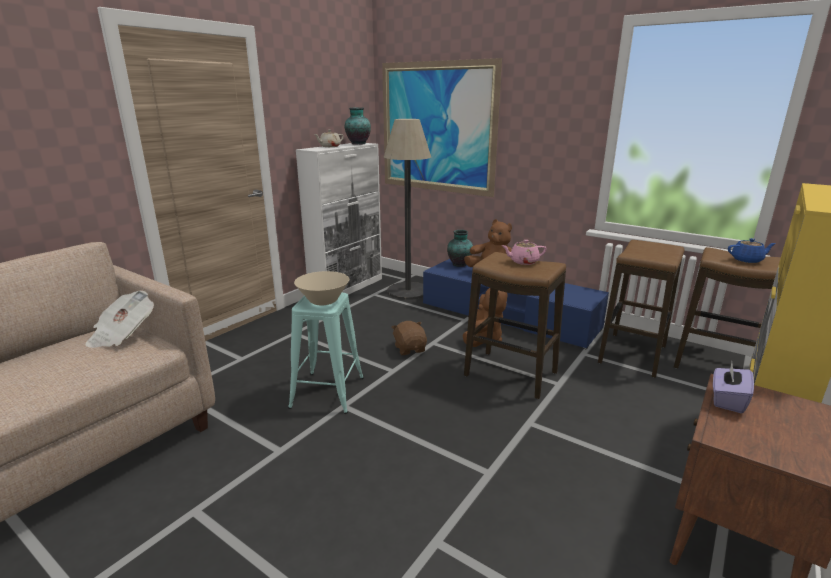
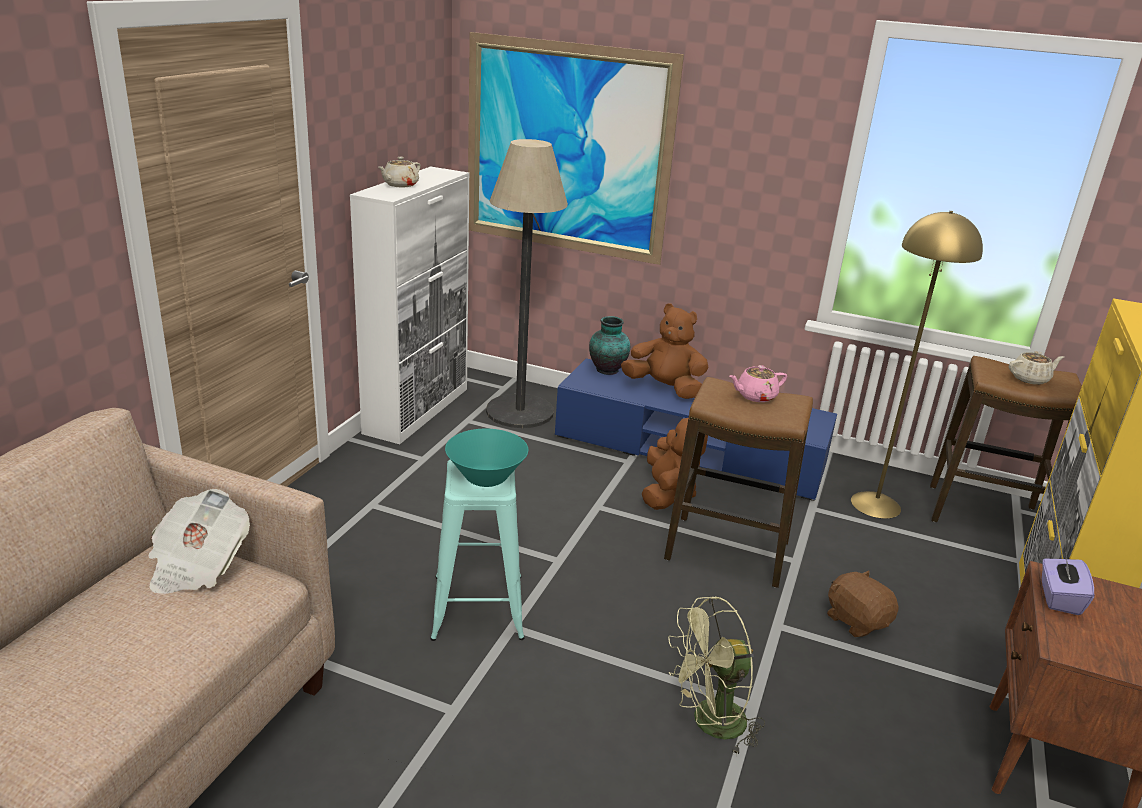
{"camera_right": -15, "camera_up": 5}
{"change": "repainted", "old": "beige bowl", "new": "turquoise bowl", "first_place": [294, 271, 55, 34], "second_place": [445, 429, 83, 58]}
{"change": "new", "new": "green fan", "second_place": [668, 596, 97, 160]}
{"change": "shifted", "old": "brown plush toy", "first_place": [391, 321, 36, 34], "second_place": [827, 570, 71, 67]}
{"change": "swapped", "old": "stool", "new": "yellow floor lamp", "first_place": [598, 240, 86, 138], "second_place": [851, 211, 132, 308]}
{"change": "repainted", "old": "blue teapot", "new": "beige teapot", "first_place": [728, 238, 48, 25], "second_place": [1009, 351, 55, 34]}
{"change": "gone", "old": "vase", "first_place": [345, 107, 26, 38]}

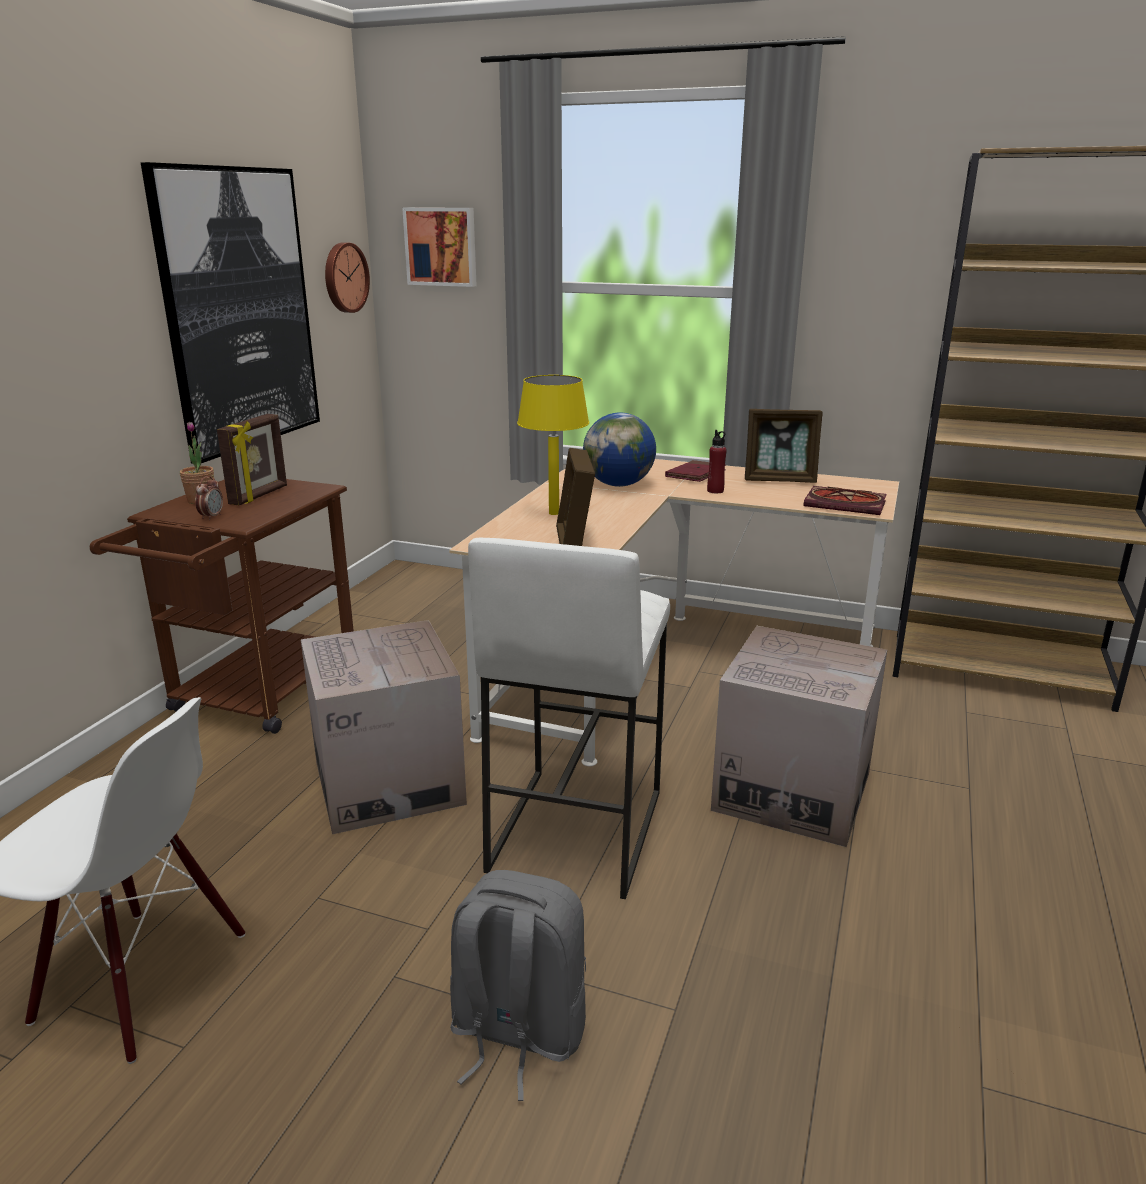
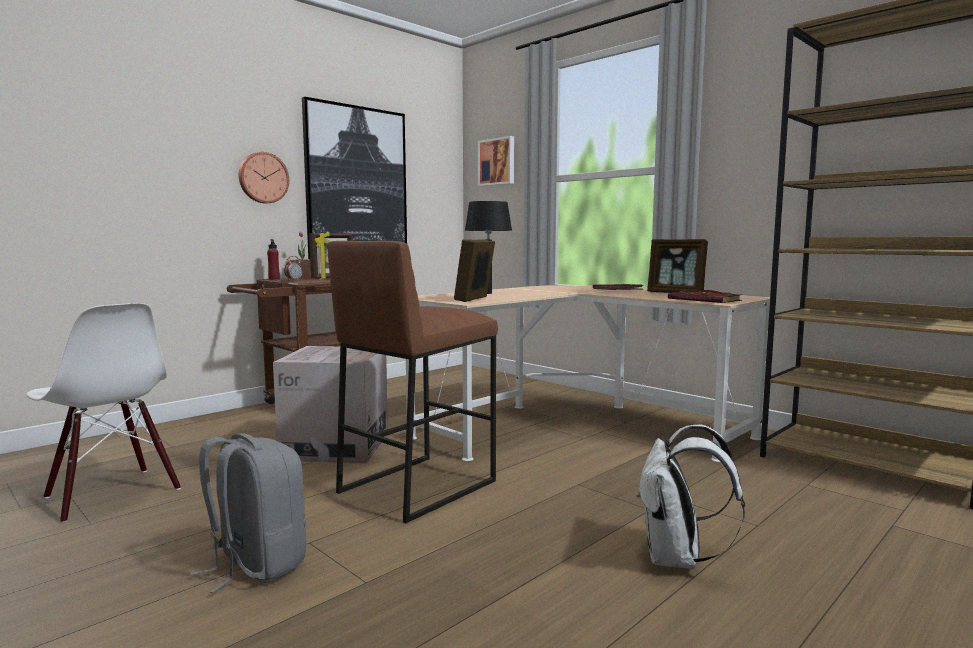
{"camera_right": 25, "camera_up": -15}
{"change": "shifted", "old": "wall clock", "first_place": [325, 242, 45, 71], "second_place": [239, 152, 50, 51]}
{"change": "shifted", "old": "red bottle", "first_place": [707, 430, 20, 63], "second_place": [267, 239, 13, 41]}
{"change": "repainted", "old": "white stool", "new": "brown stool", "first_place": [468, 538, 202, 361], "second_place": [327, 241, 171, 282]}
{"change": "repainted", "old": "yellow table lamp", "new": "black table lamp", "first_place": [517, 375, 72, 140], "second_place": [465, 201, 47, 93]}
{"change": "new", "new": "white backpack", "second_place": [637, 424, 108, 145]}
{"change": "gone", "old": "globe", "first_place": [583, 413, 73, 74]}
{"change": "gone", "old": "cardboard box", "first_place": [711, 626, 176, 221]}

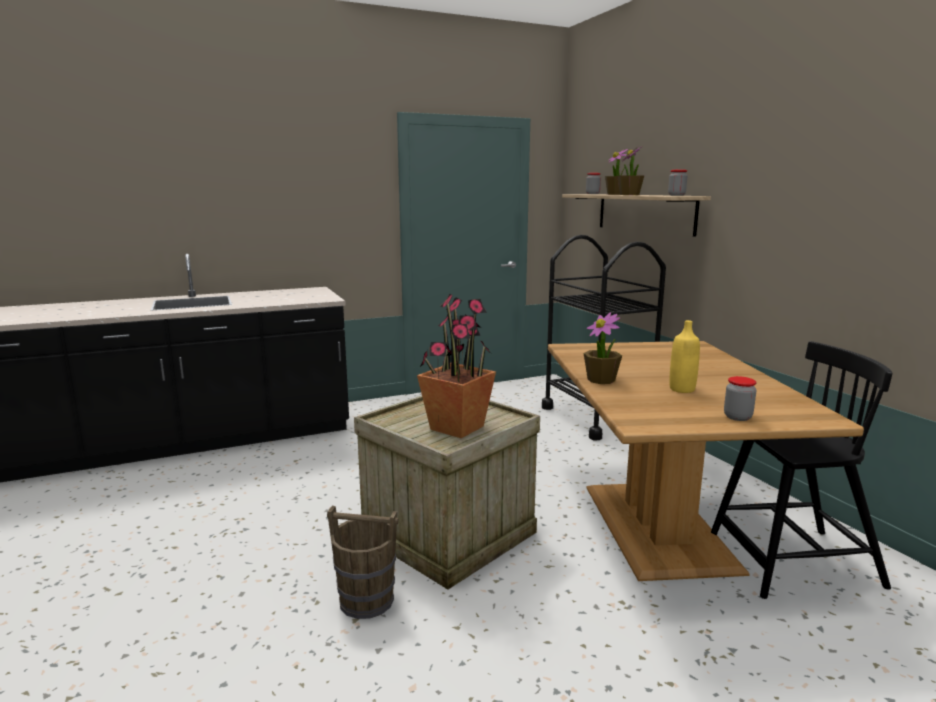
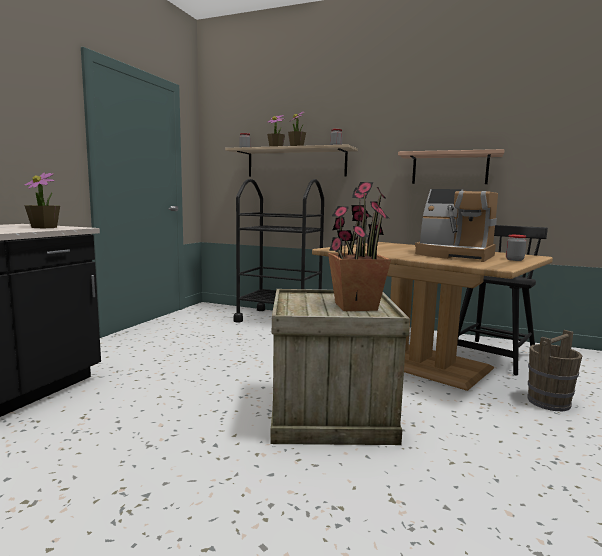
{"camera_right": -45, "camera_up": -5}
{"change": "shifted", "old": "potted plant", "first_place": [584, 312, 38, 72], "second_place": [24, 172, 36, 56]}
{"change": "new", "new": "shelf", "second_place": [398, 149, 107, 35]}
{"change": "swapped", "old": "yellow bottle", "new": "coffee machine", "first_place": [669, 320, 31, 73], "second_place": [415, 189, 83, 73]}
{"change": "shifted", "old": "brown bucket", "first_place": [327, 506, 72, 113], "second_place": [527, 330, 55, 81]}

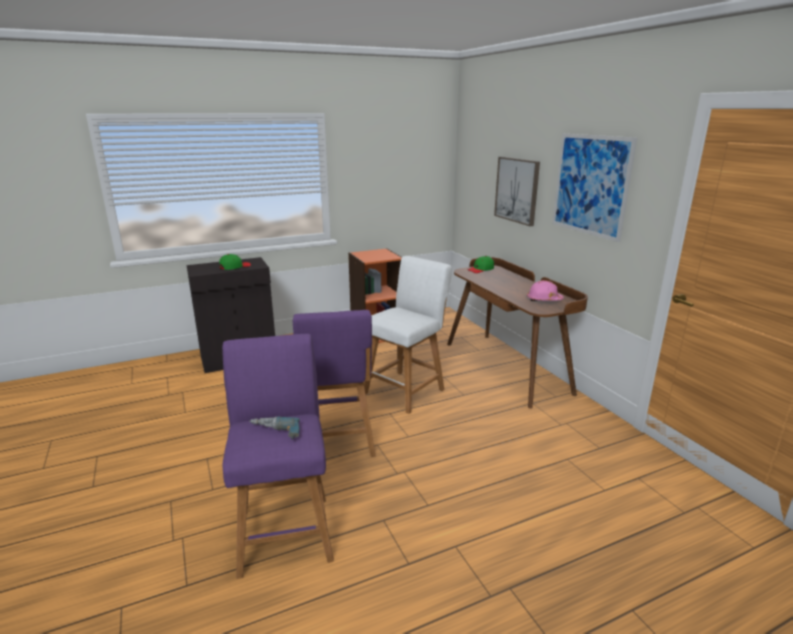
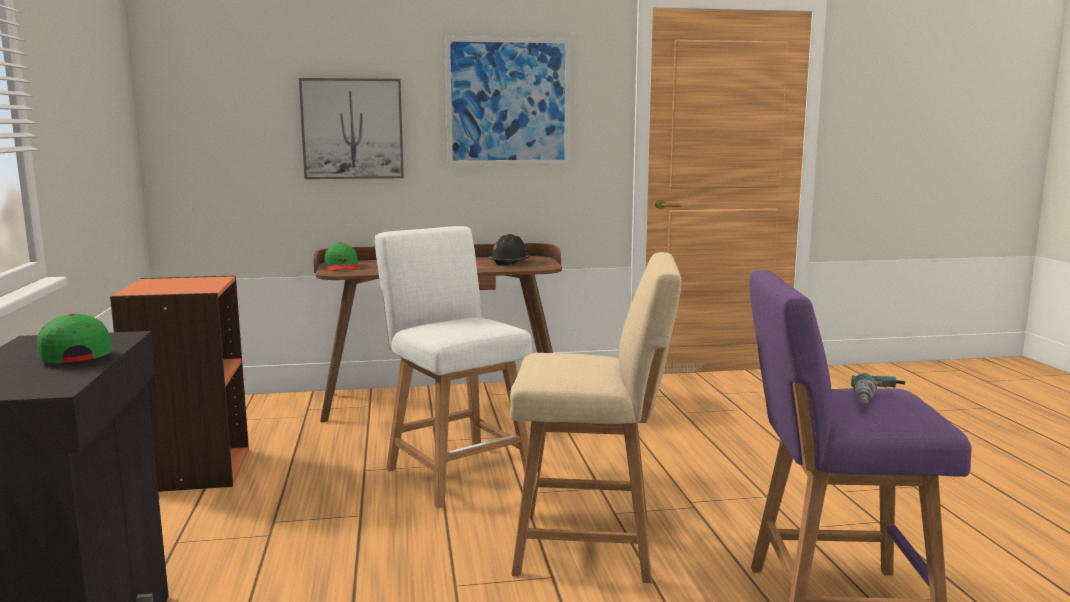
{"camera_right": -75, "camera_up": -10}
{"change": "repainted", "old": "pink hard hat", "new": "black hard hat", "first_place": [527, 280, 37, 21], "second_place": [490, 234, 40, 32]}
{"change": "repainted", "old": "purple stool", "new": "beige stool", "first_place": [293, 310, 83, 147], "second_place": [510, 252, 171, 331]}

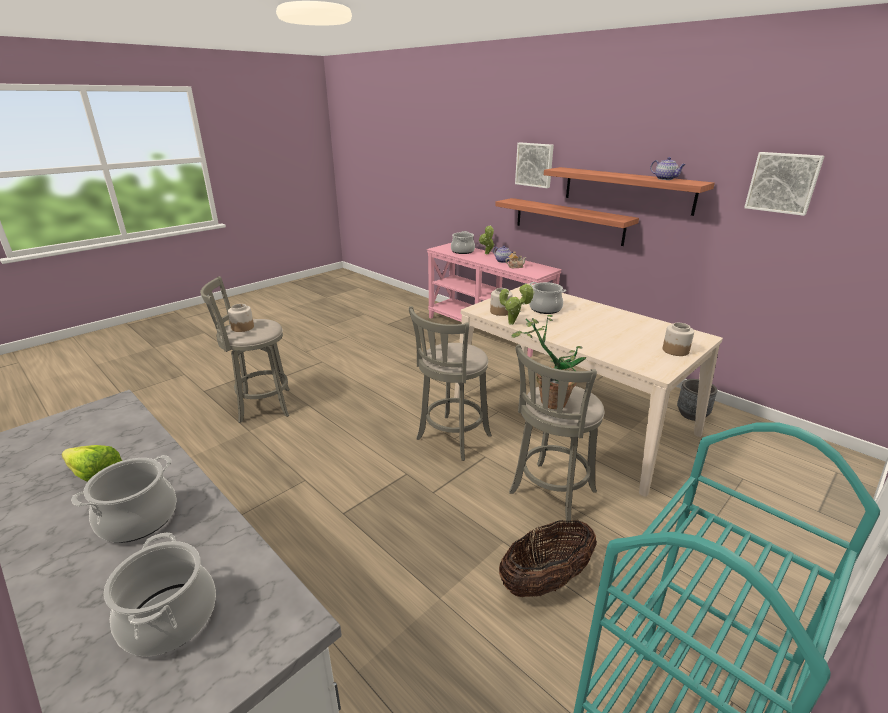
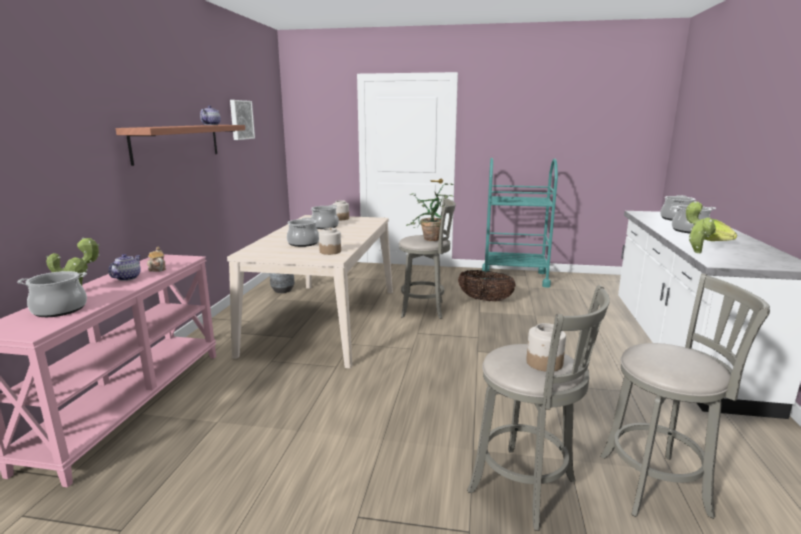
{"camera_right": -125, "camera_up": -10}
{"change": "new", "new": "cooking pot", "second_place": [311, 205, 28, 24]}
{"change": "shifted", "old": "grey stool", "first_place": [409, 306, 83, 155], "second_place": [600, 273, 170, 246]}
{"change": "shifted", "old": "potted plant", "first_place": [499, 283, 36, 42], "second_place": [686, 201, 30, 52]}
{"change": "gone", "old": "shelf", "first_place": [495, 198, 144, 48]}
{"change": "gone", "old": "picture", "first_place": [515, 142, 39, 46]}

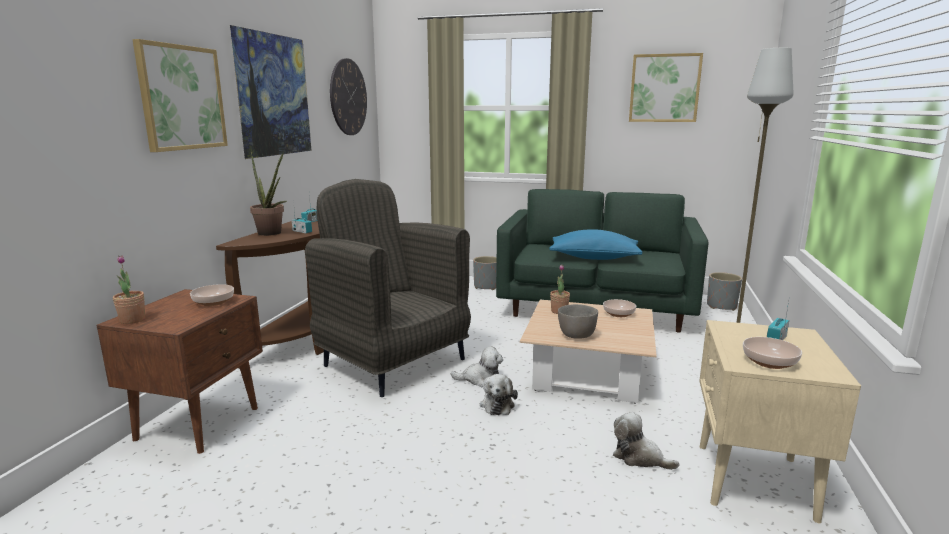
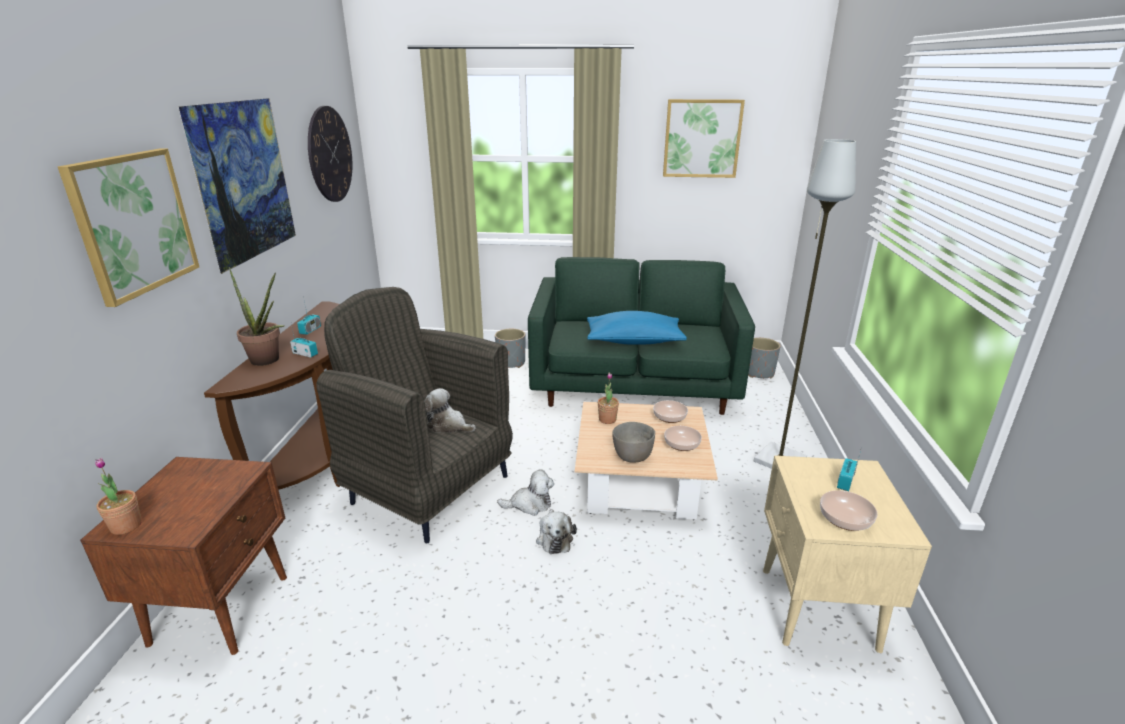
{"camera_right": -10, "camera_up": 10}
{"change": "shifted", "old": "plush toy", "first_place": [613, 412, 66, 58], "second_place": [424, 388, 52, 45]}
{"change": "shifted", "old": "bowl", "first_place": [190, 284, 44, 22], "second_place": [664, 426, 38, 25]}

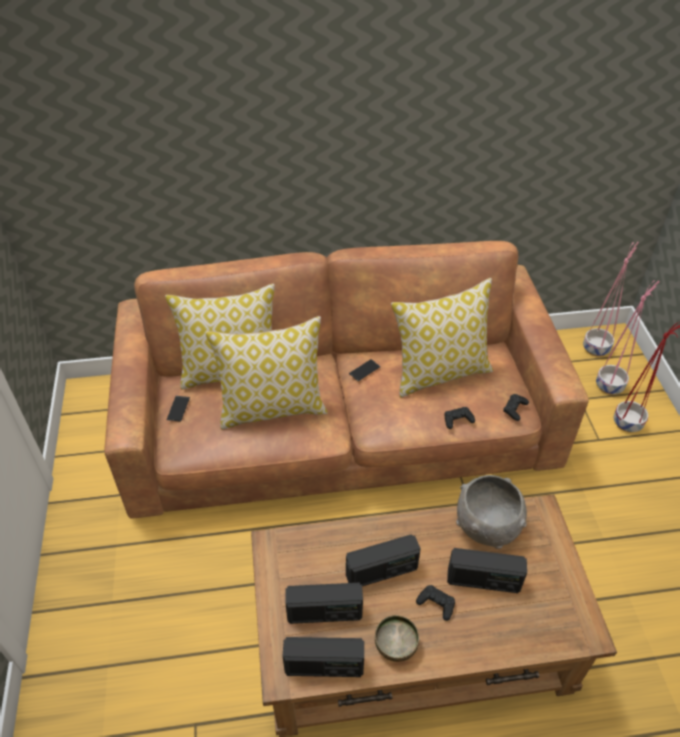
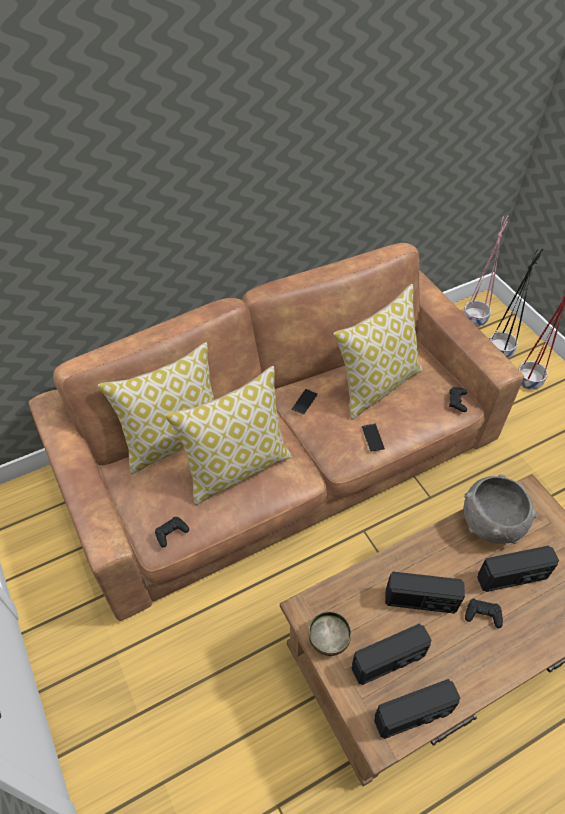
{"camera_right": -20, "camera_up": 5}
{"change": "shifted", "old": "black game controller", "first_place": [444, 407, 31, 22], "second_place": [155, 517, 34, 31]}
{"change": "shifted", "old": "bowl", "first_place": [375, 615, 44, 47], "second_place": [309, 611, 42, 45]}
{"change": "shifted", "old": "phone", "first_place": [167, 396, 23, 26], "second_place": [361, 424, 24, 28]}
{"change": "rotated", "old": "radio", "first_place": [346, 534, 75, 52], "second_place": [385, 571, 80, 43], "degrees": 45}
{"change": "repainted", "old": "pink planter", "new": "black planter", "first_place": [596, 281, 64, 114], "second_place": [490, 249, 54, 109]}

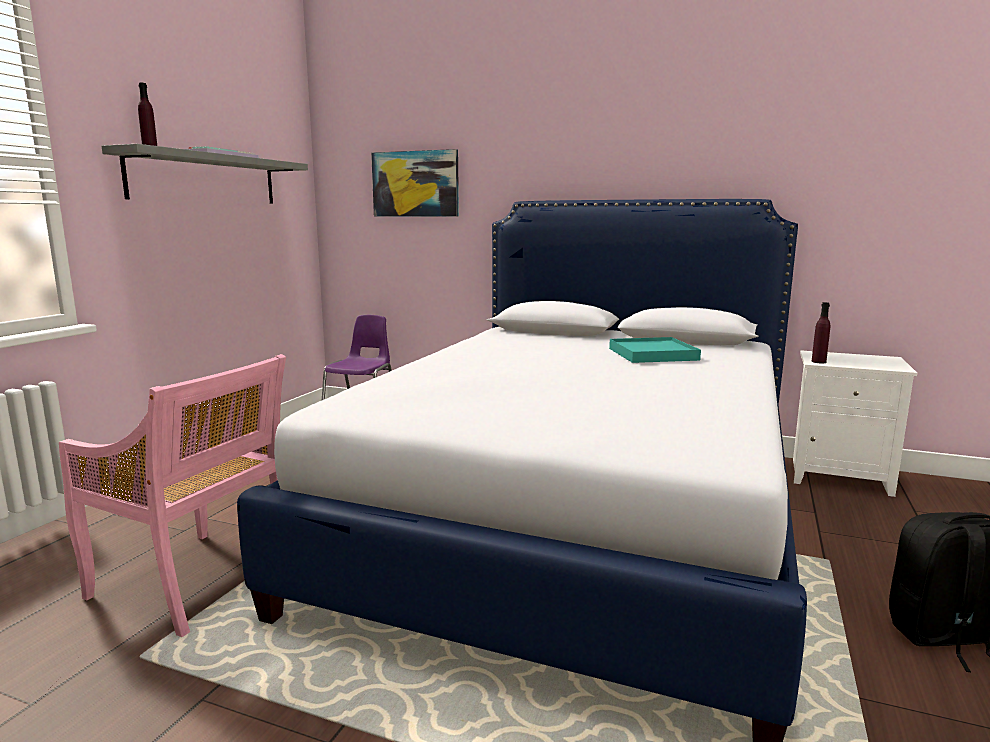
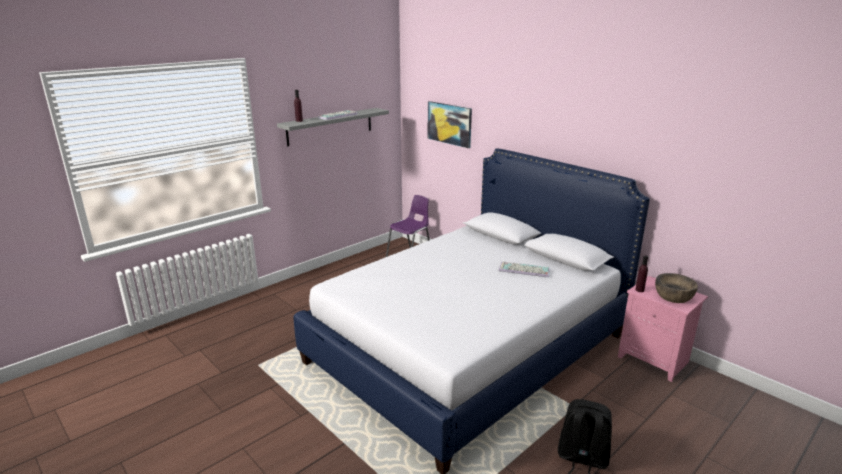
{"camera_right": 25, "camera_up": 10}
{"change": "swapped", "old": "turquoise tray", "new": "keyboard", "first_place": [609, 337, 92, 26], "second_place": [498, 262, 52, 16]}
{"change": "repainted", "old": "white nightstand", "new": "pink nightstand", "first_place": [793, 350, 124, 147], "second_place": [618, 276, 90, 106]}
{"change": "new", "new": "brown bowl", "second_place": [655, 273, 43, 30]}
{"change": "gone", "old": "pink chair", "first_place": [59, 354, 227, 283]}

